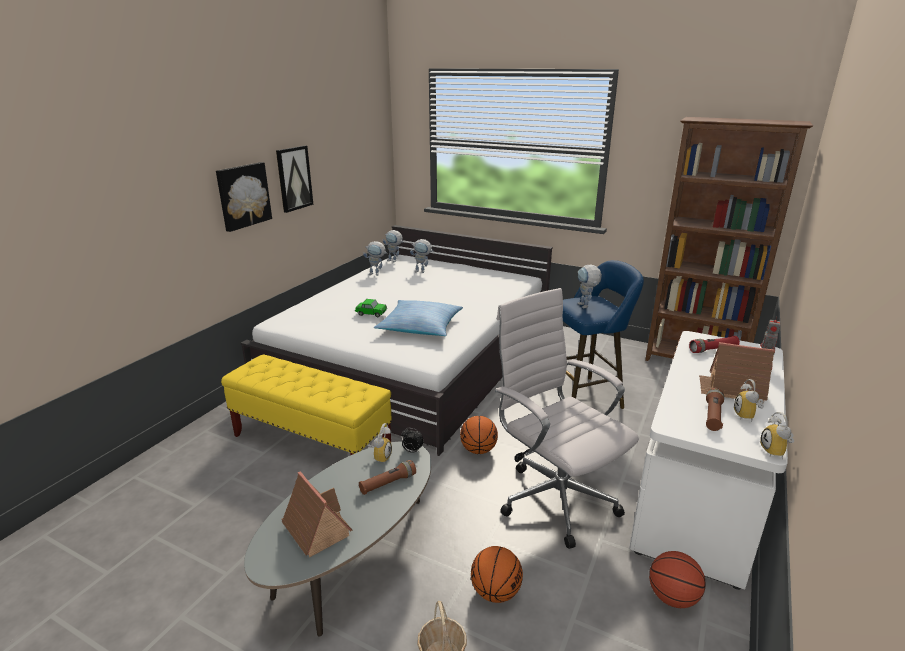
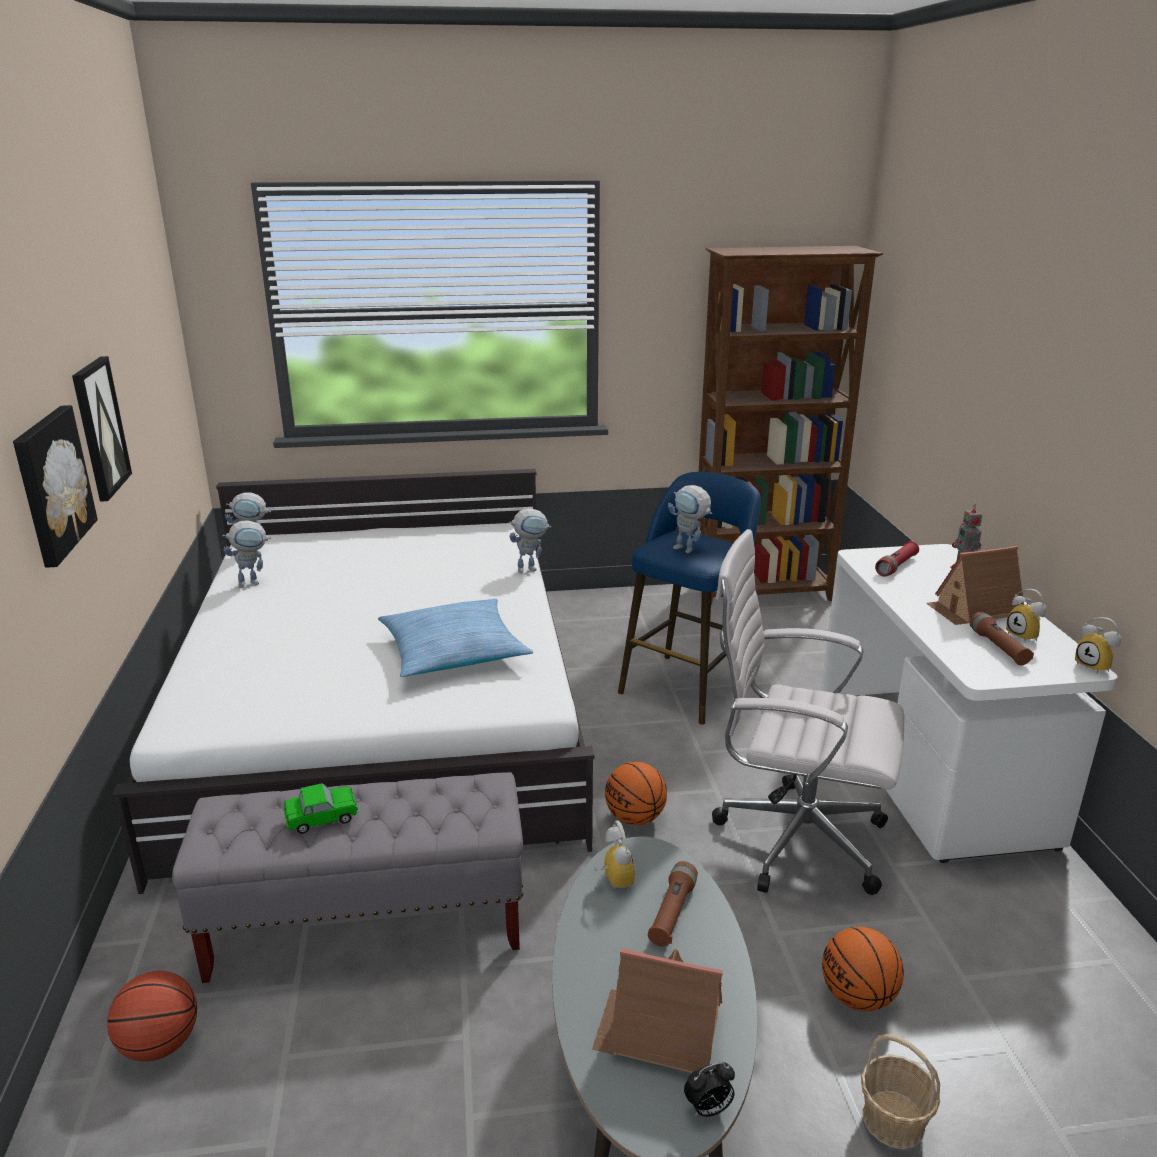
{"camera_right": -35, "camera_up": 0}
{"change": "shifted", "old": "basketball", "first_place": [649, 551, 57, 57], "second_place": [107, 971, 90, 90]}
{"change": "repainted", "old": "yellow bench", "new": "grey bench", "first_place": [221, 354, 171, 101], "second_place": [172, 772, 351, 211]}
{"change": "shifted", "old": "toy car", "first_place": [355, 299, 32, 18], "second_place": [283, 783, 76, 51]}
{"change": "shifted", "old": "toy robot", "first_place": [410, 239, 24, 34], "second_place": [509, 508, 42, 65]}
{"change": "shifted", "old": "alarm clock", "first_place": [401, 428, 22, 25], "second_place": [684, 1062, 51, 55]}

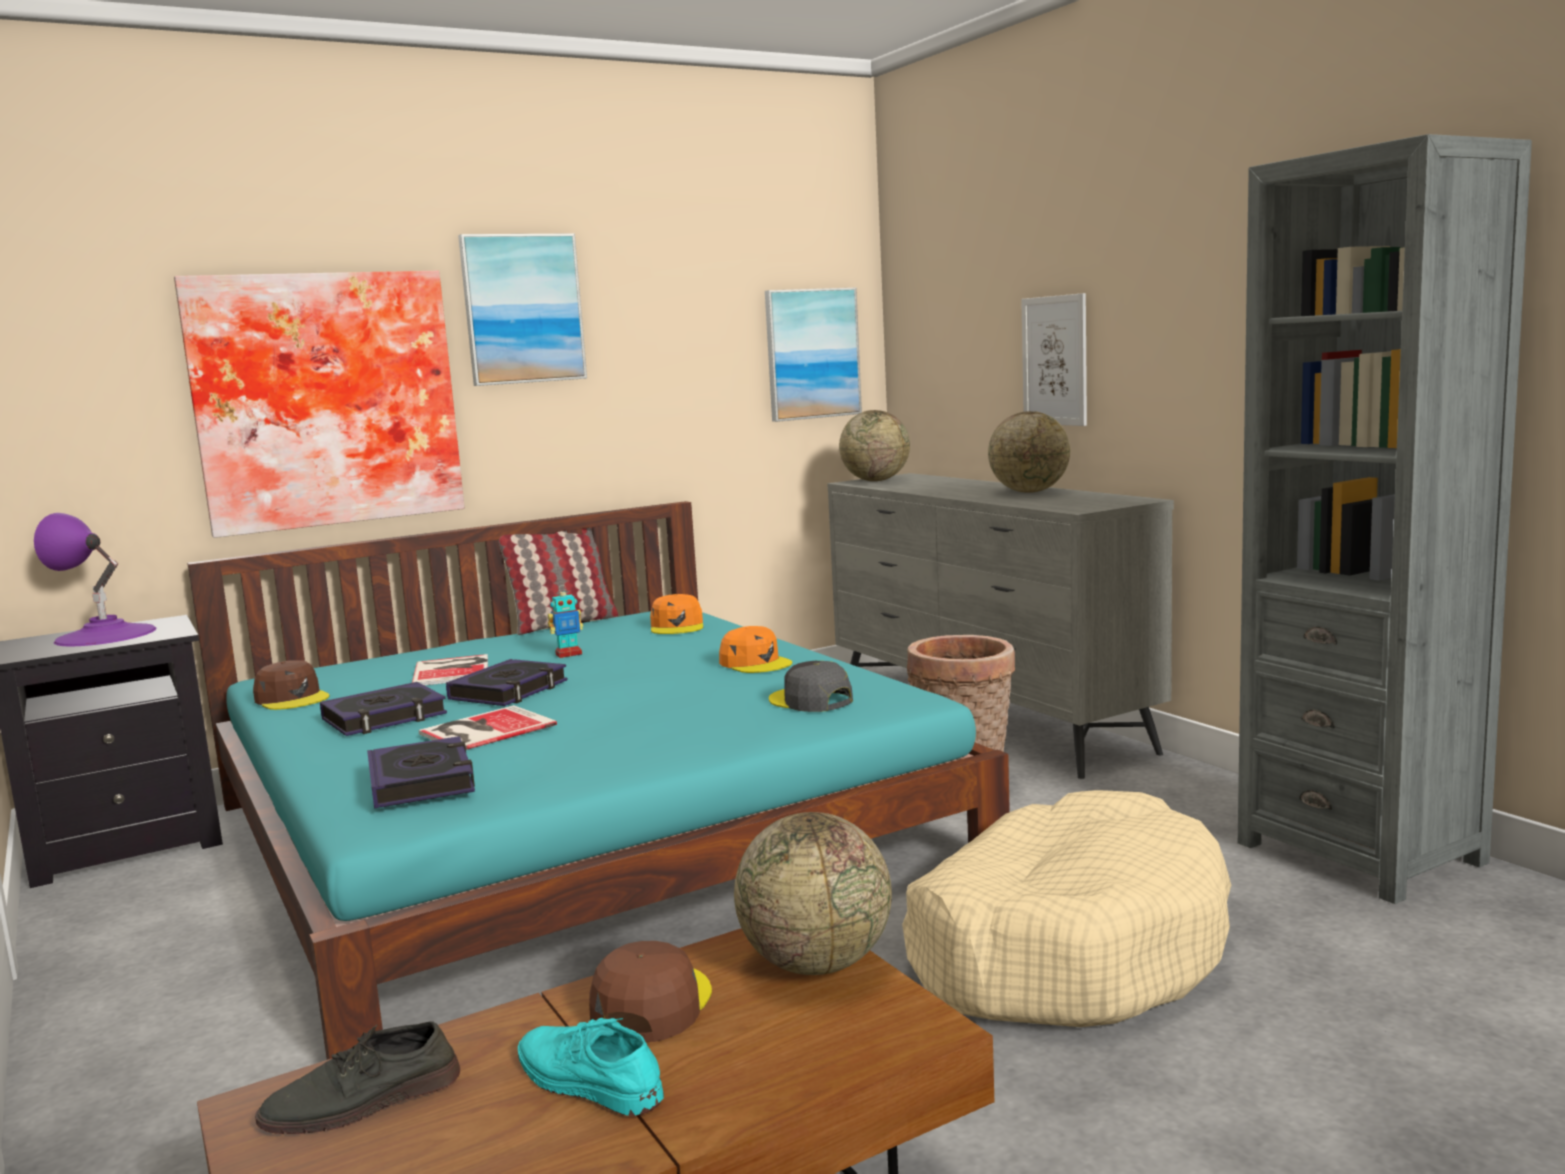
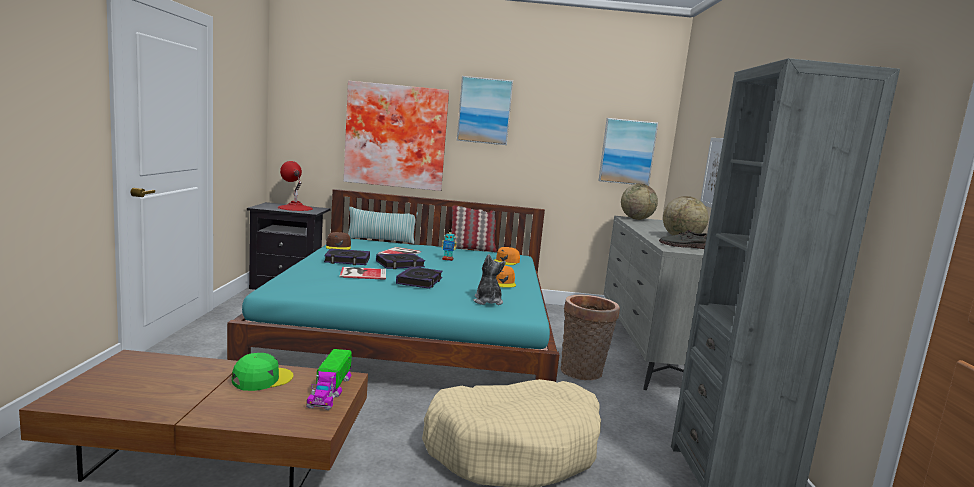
{"camera_right": 30, "camera_up": 0}
{"change": "repainted", "old": "brown cap", "new": "green cap", "first_place": [589, 941, 123, 101], "second_place": [232, 353, 61, 38]}
{"change": "repainted", "old": "purple table lamp", "new": "red table lamp", "first_place": [34, 513, 123, 133], "second_place": [278, 161, 35, 50]}
{"change": "swapped", "old": "globe", "new": "toy truck", "first_place": [734, 812, 158, 163], "second_place": [306, 349, 46, 61]}
{"change": "new", "new": "pillow", "second_place": [348, 207, 70, 37]}
{"change": "shifted", "old": "book", "first_place": [367, 736, 108, 73], "second_place": [396, 266, 47, 23]}
{"change": "swapped", "old": "grey cap", "new": "plush toy", "first_place": [769, 661, 84, 51], "second_place": [473, 254, 33, 51]}
{"change": "shifted", "old": "grey shoe", "first_place": [255, 1021, 205, 113], "second_place": [659, 230, 48, 19]}
{"change": "gone", "old": "turquoise shoe", "first_place": [518, 1018, 146, 98]}

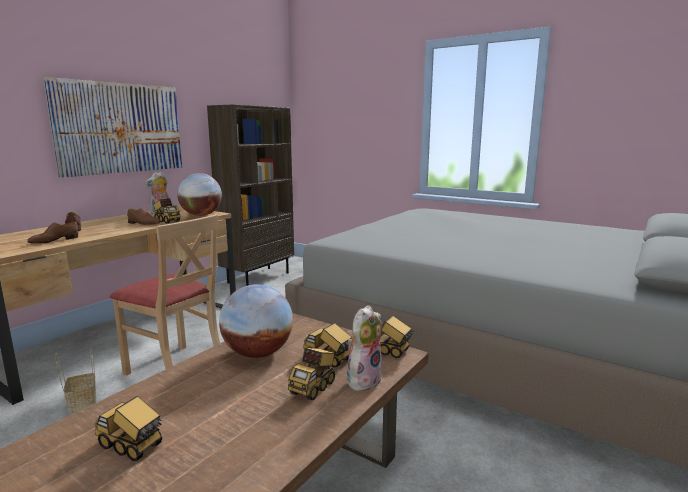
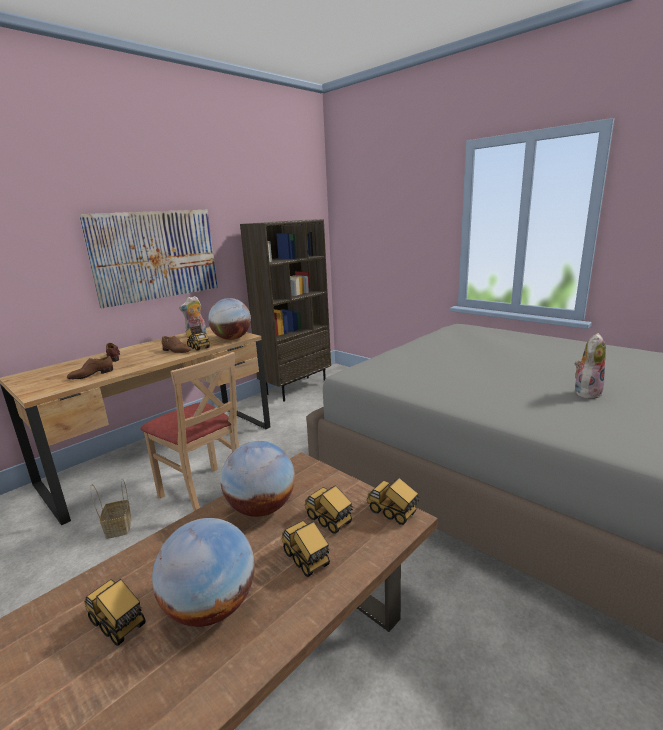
{"camera_right": 10, "camera_up": 5}
{"change": "new", "new": "globe", "second_place": [152, 518, 103, 109]}
{"change": "rotated", "old": "toy truck", "first_place": [288, 348, 47, 52], "second_place": [282, 520, 48, 57], "degrees": 105}
{"change": "shifted", "old": "plush toy", "first_place": [347, 305, 35, 86], "second_place": [575, 333, 31, 66]}

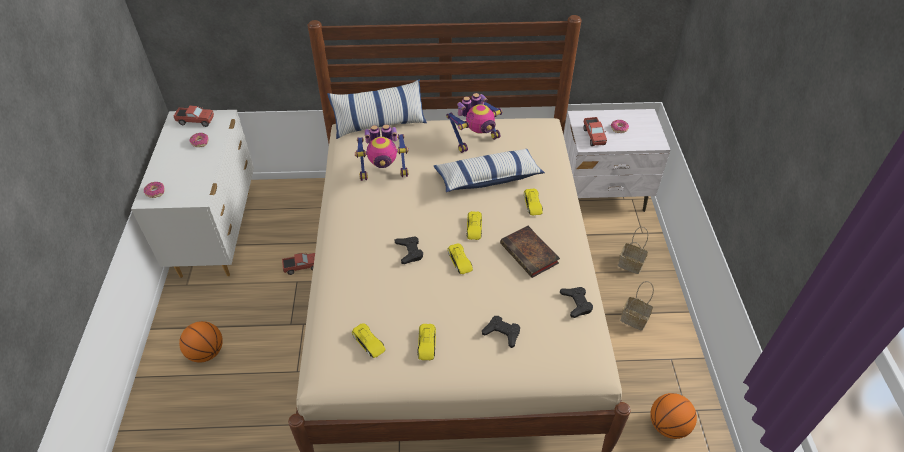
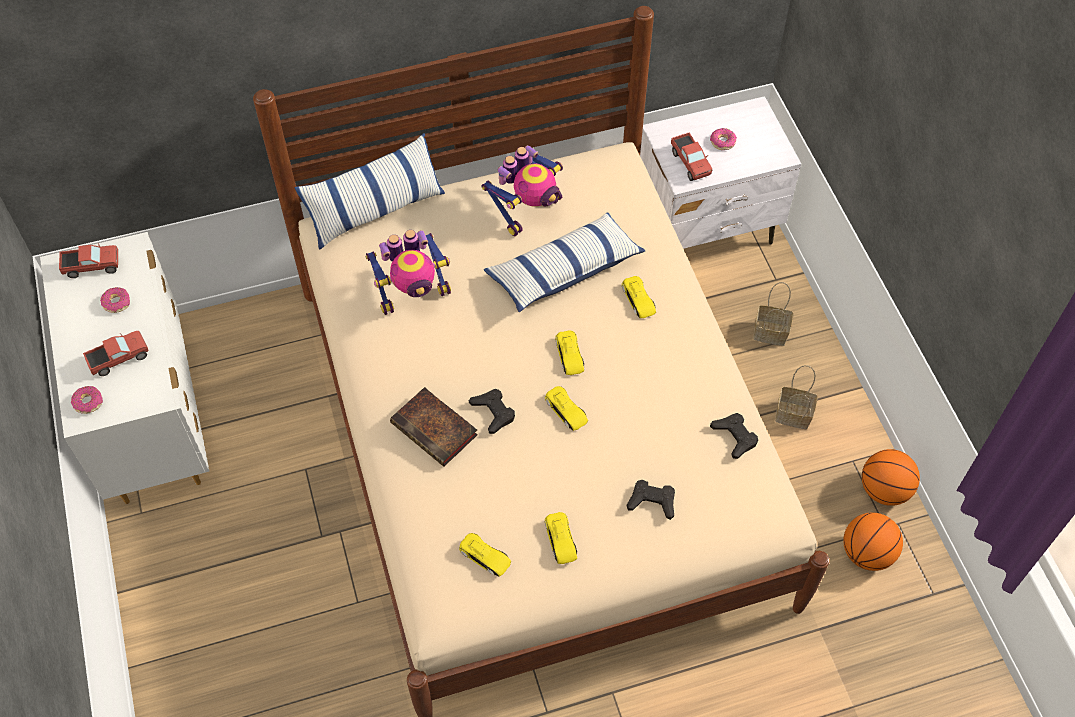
{"camera_right": -15, "camera_up": 10}
{"change": "shifted", "old": "toy truck", "first_place": [282, 252, 33, 23], "second_place": [83, 331, 65, 45]}
{"change": "shifted", "old": "book", "first_place": [500, 226, 60, 52], "second_place": [390, 387, 87, 80]}
{"change": "shifted", "old": "basketball", "first_place": [179, 321, 44, 41], "second_place": [862, 449, 58, 57]}

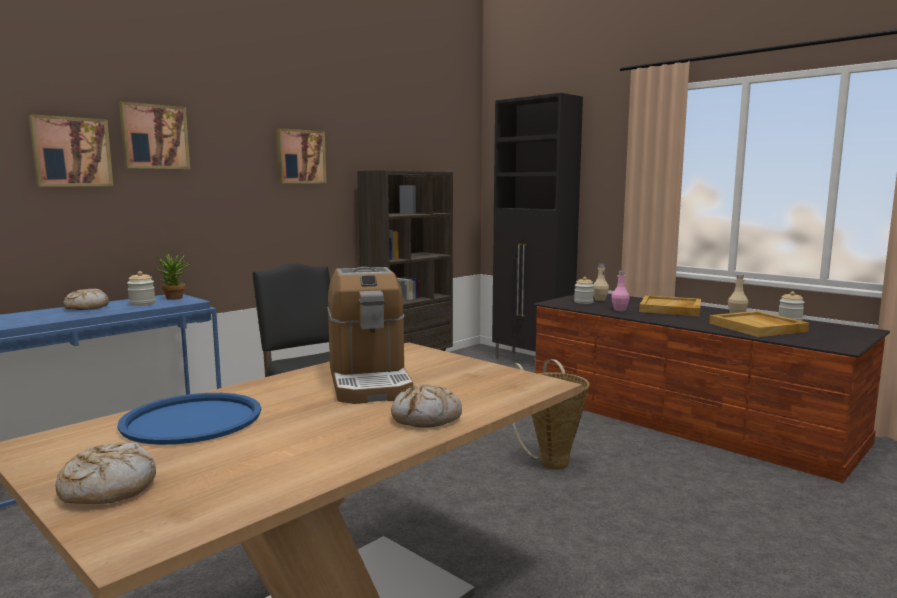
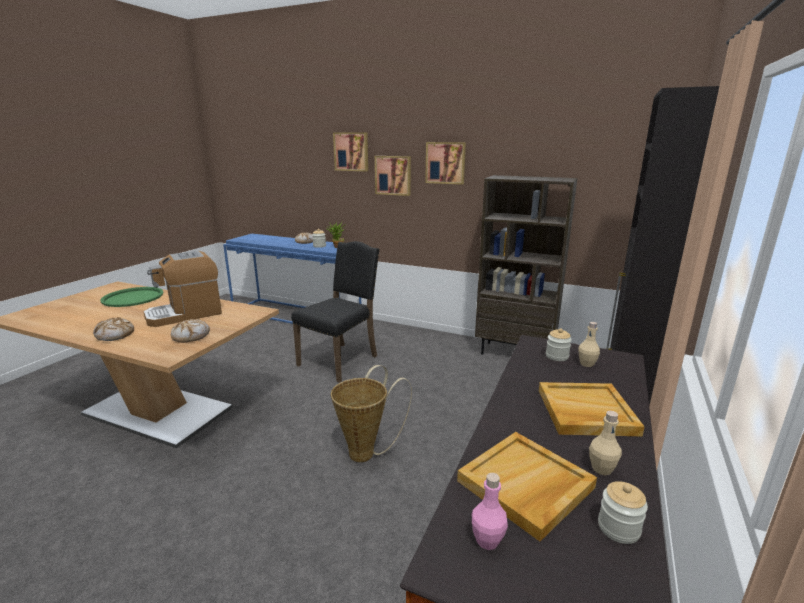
{"camera_right": 70, "camera_up": 10}
{"change": "repainted", "old": "blue tray", "new": "green tray", "first_place": [117, 393, 144, 52], "second_place": [100, 287, 63, 20]}
{"change": "shifted", "old": "bread", "first_place": [56, 442, 100, 62], "second_place": [171, 319, 39, 24]}
{"change": "shifted", "old": "picture", "first_place": [29, 114, 84, 72], "second_place": [375, 156, 36, 40]}
{"change": "shifted", "old": "pink bottle", "first_place": [611, 271, 19, 40], "second_place": [472, 473, 36, 77]}

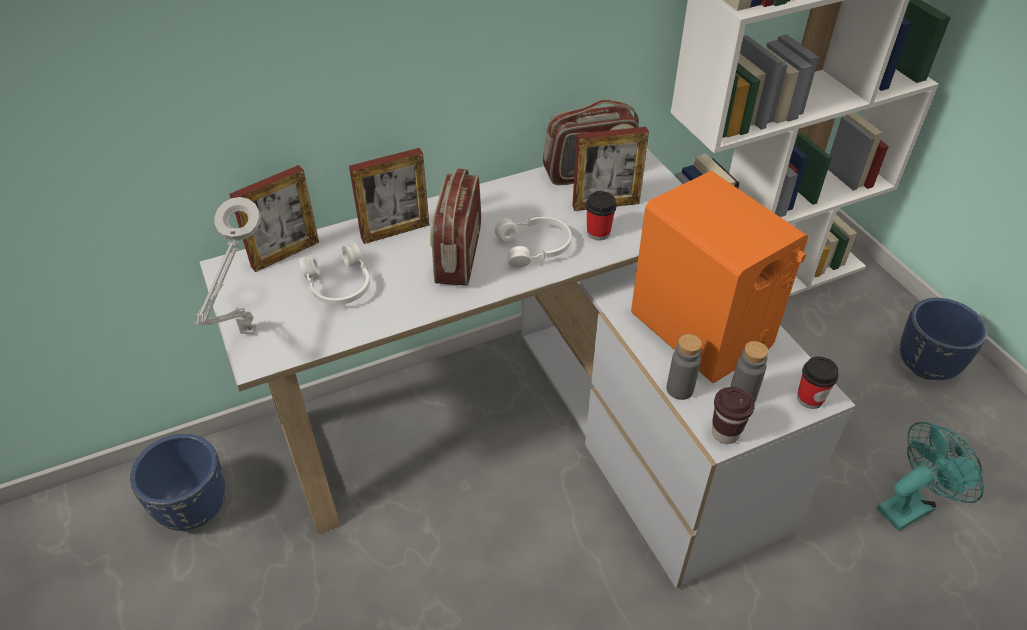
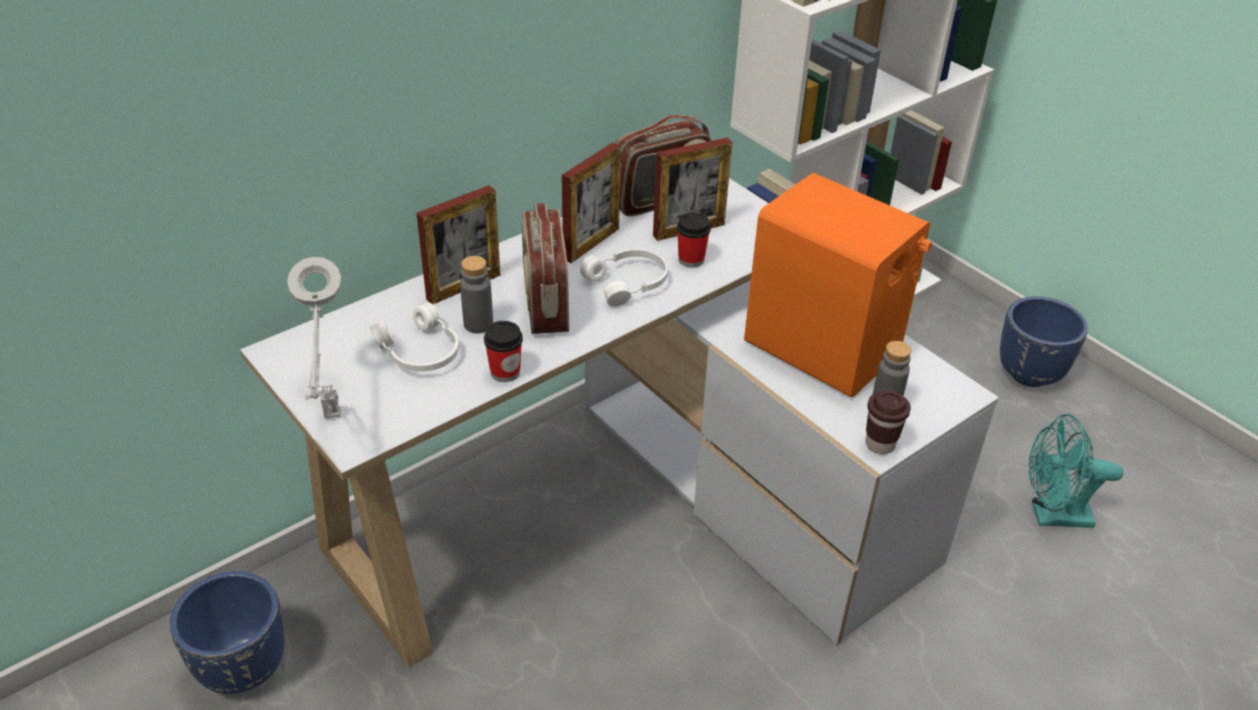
{"camera_right": -15, "camera_up": -5}
{"change": "shifted", "old": "grey bottle", "first_place": [667, 334, 35, 66], "second_place": [460, 256, 33, 77]}
{"change": "shifted", "old": "cup", "first_place": [797, 356, 42, 53], "second_place": [484, 321, 39, 61]}
{"change": "shifted", "old": "picture frame", "first_place": [229, 165, 90, 107], "second_place": [562, 142, 59, 121]}
{"change": "rotated", "old": "turquoise fan", "first_place": [877, 422, 107, 109], "second_place": [1029, 414, 94, 114], "degrees": -135}

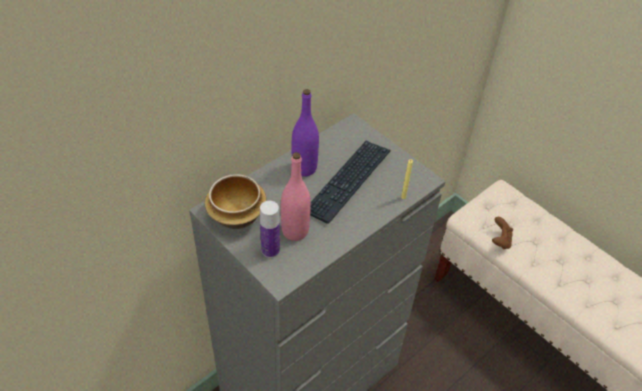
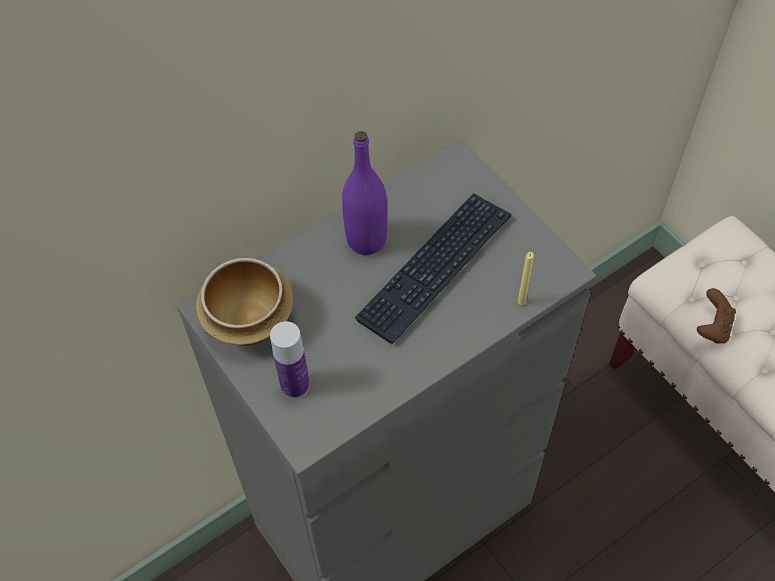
{"camera_right": 10, "camera_up": 10}
{"change": "gone", "old": "pink bottle", "first_place": [281, 152, 30, 89]}

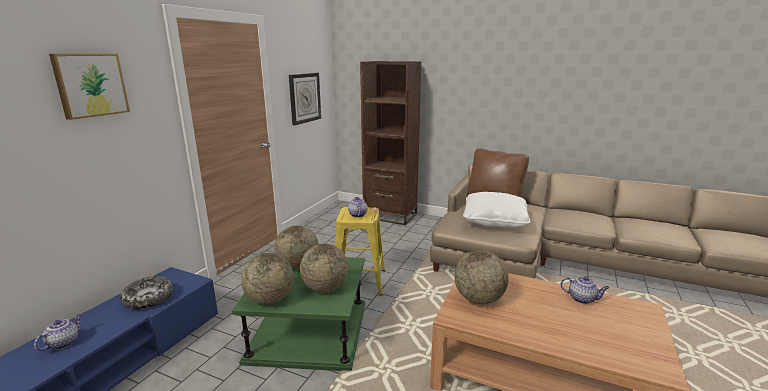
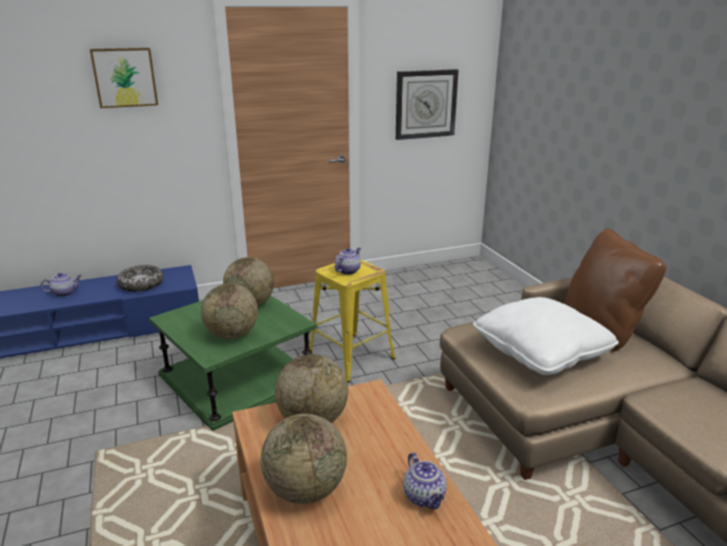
{"camera_right": 45, "camera_up": 5}
{"change": "shifted", "old": "globe", "first_place": [241, 253, 53, 52], "second_place": [261, 414, 86, 90]}
{"change": "gone", "old": "brown bookcase", "first_place": [360, 61, 62, 164]}

